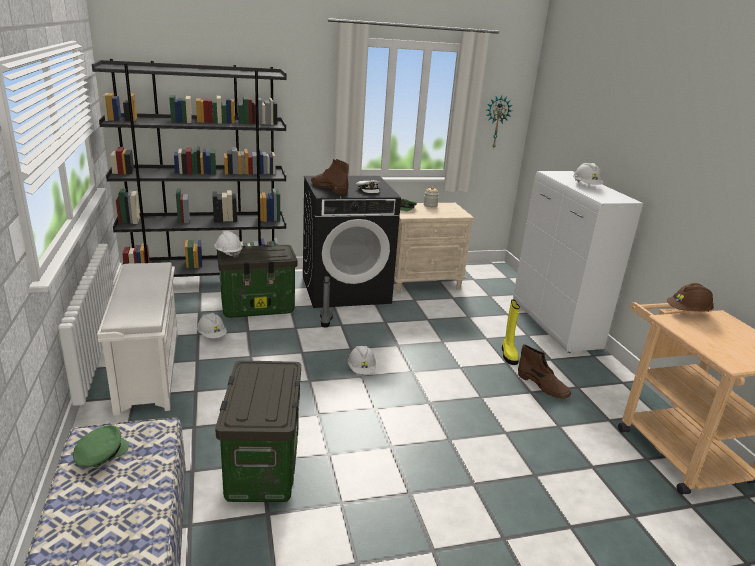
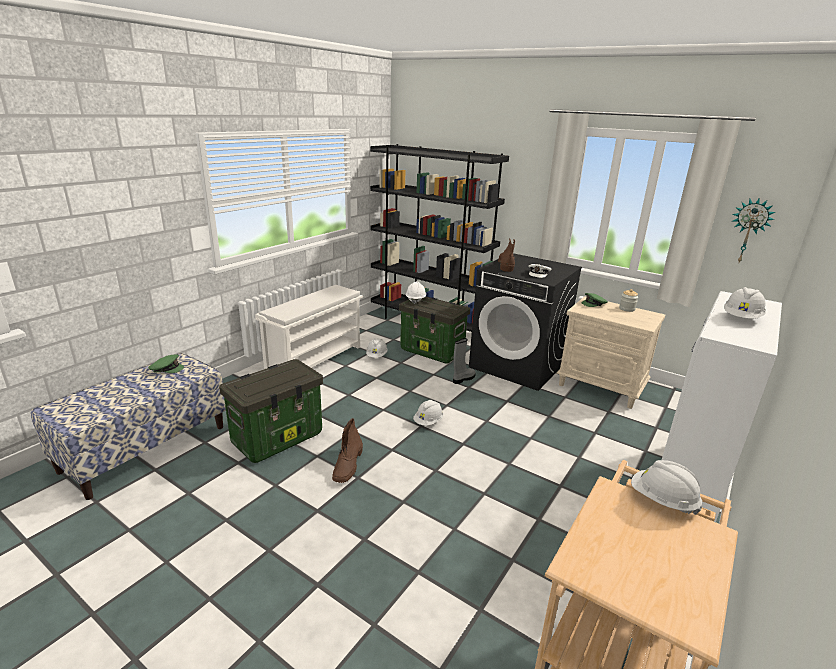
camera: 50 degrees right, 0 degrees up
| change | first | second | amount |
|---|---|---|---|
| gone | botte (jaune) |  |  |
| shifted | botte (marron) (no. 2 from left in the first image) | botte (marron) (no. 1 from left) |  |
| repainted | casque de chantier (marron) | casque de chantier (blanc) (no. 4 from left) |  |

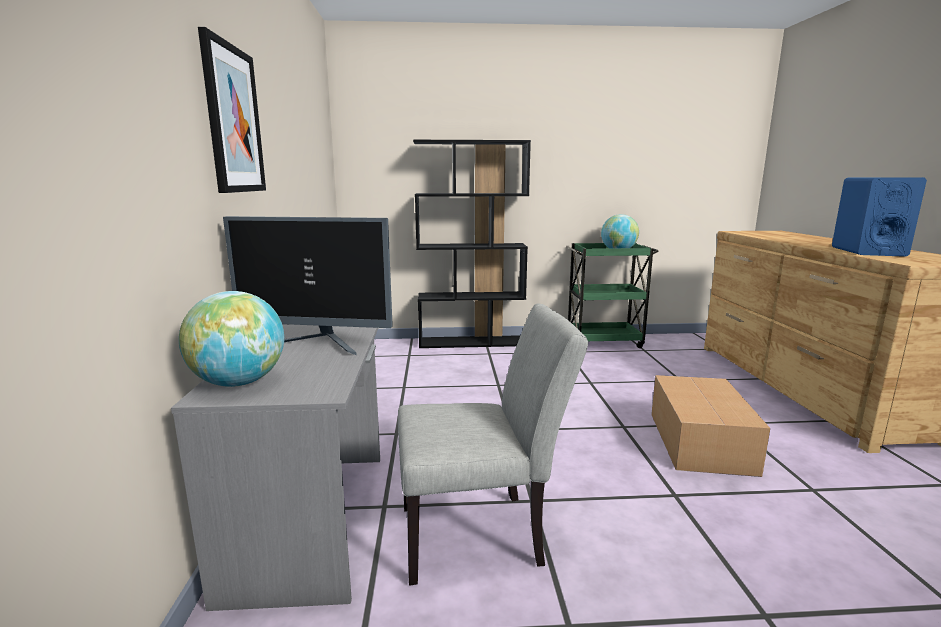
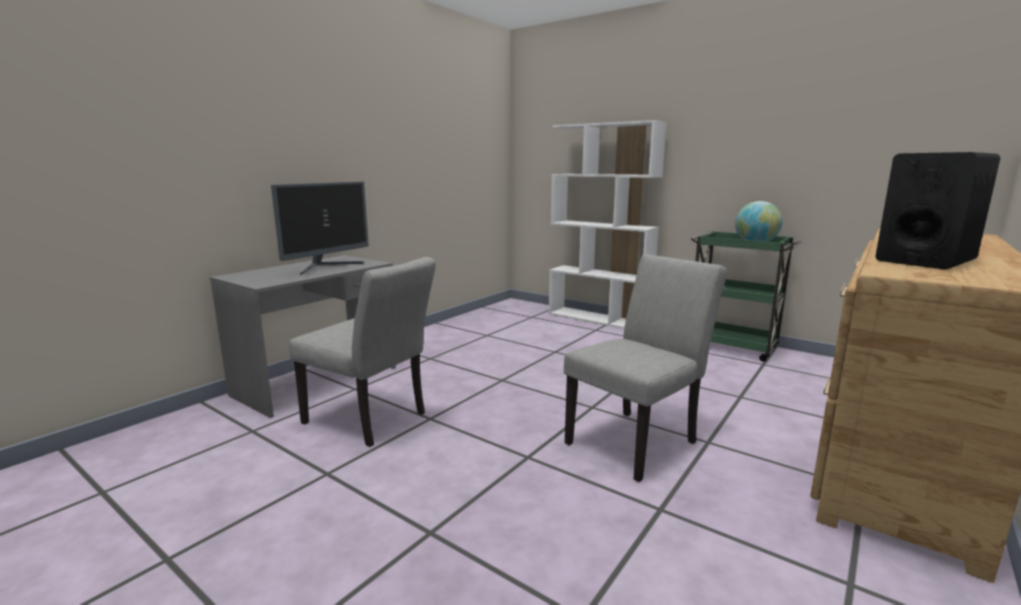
camera: 40 degrees right, 0 degrees up
| change | first | second | amount |
|---|---|---|---|
| gone | globe (no. 1 from left) |  |  |
| gone | tableau |  |  |
| swapped | carton | chaise (gris) (no. 2 from left) |  |
| repainted | bibliothèque (noir) | bibliothèque (blanc) |  |
| repainted | enceinte (bleu) | enceinte (noir) |  |
| rotated | écran d'ordinateur |  | 105 degrees counterclockwise |

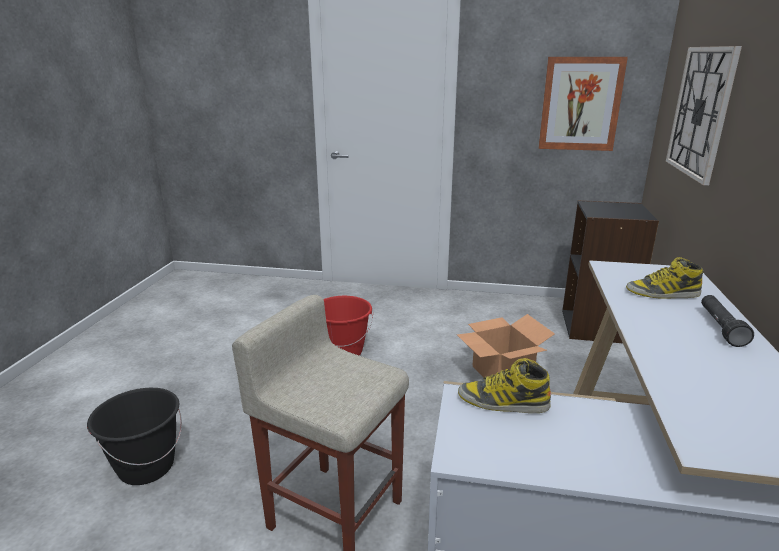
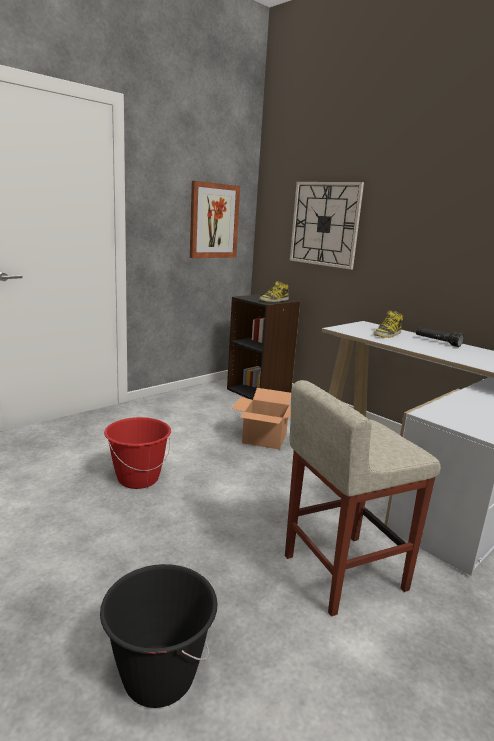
camera: 55 degrees left, 5 degrees down
| change | first | second | amount |
|---|---|---|---|
| shifted | botte (no. 1 from left) |  |  |

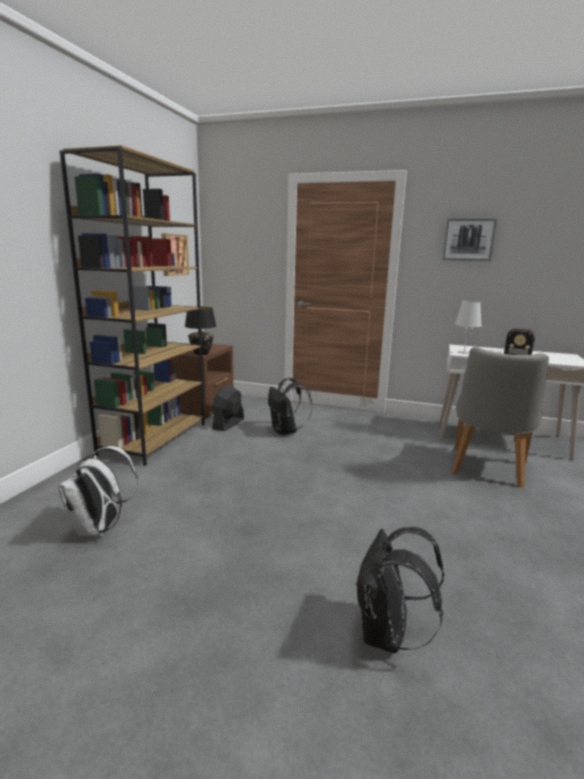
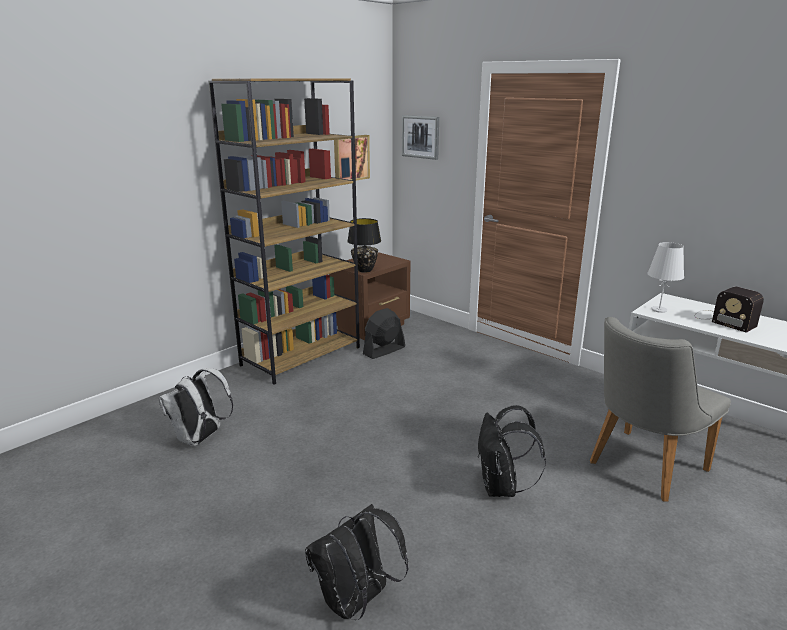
camera: 25 degrees right, 5 degrees up
| change | first | second | amount |
|---|---|---|---|
| shifted | sac à dos (noir) (no. 1 from left in the first image) | sac à dos (noir) (no. 2 from left) |  |
| shifted | tableau (no. 2 from left) |  |  |

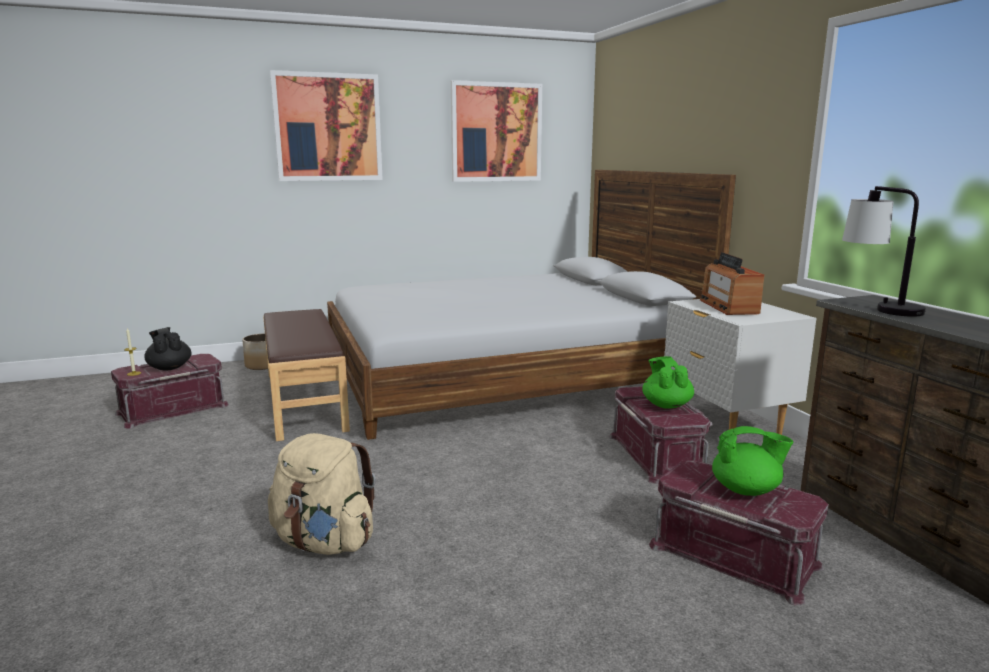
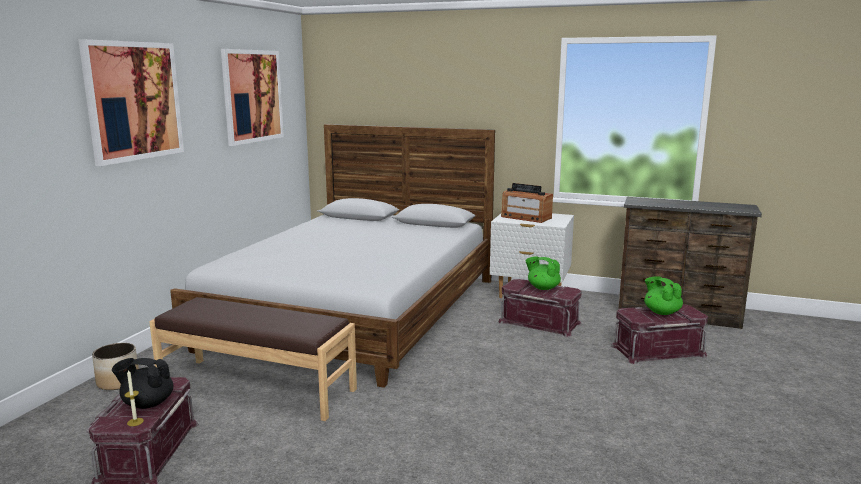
camera: 50 degrees left, 0 degrees up
| change | first | second | amount |
|---|---|---|---|
| gone | sac à dos (beige) |  |  |
| gone | lampe de table |  |  |
| rotated | théière (vert) (no. 2 from left) |  | 75 degrees counterclockwise |

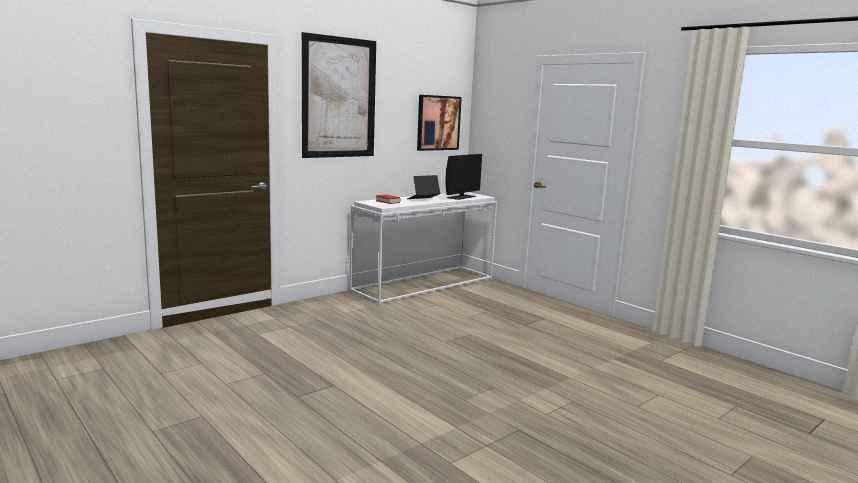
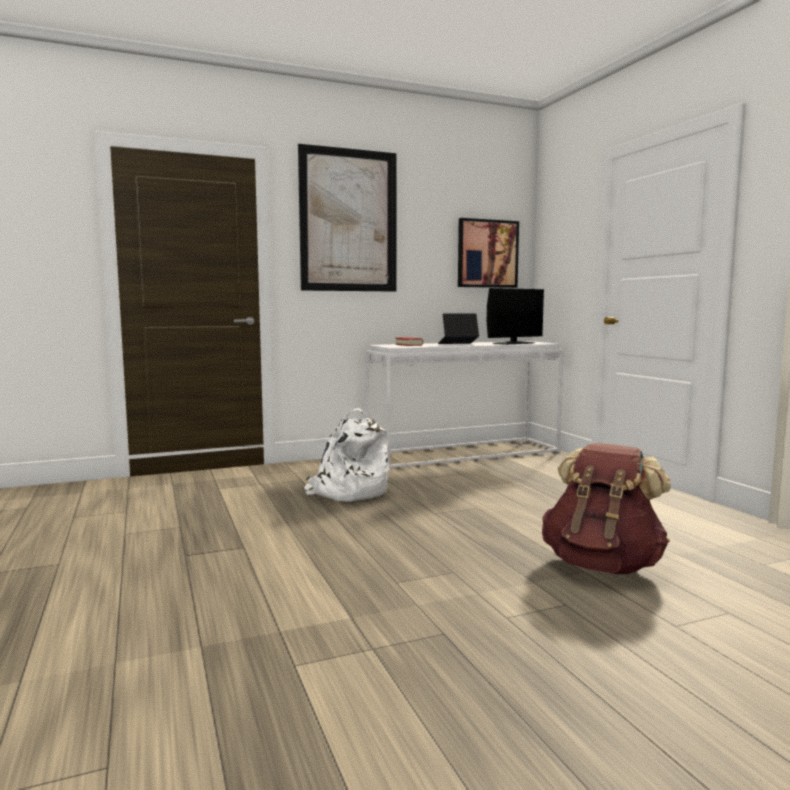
camera: 20 degrees right, 5 degrees down
| change | first | second | amount |
|---|---|---|---|
| new |  | sac à dos (blanc) |  |
| new |  | sac à dos (marron) |  |

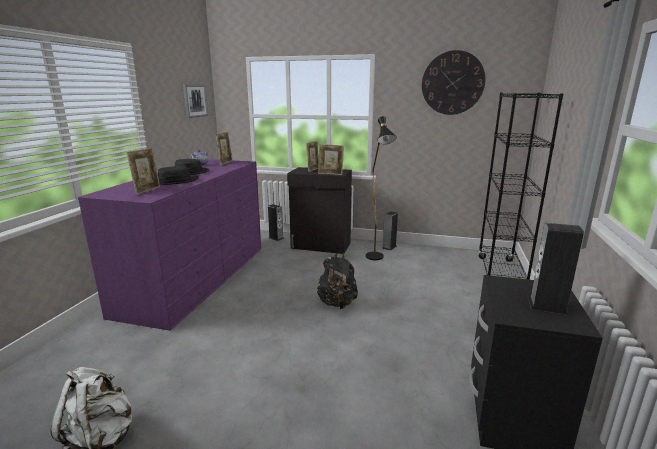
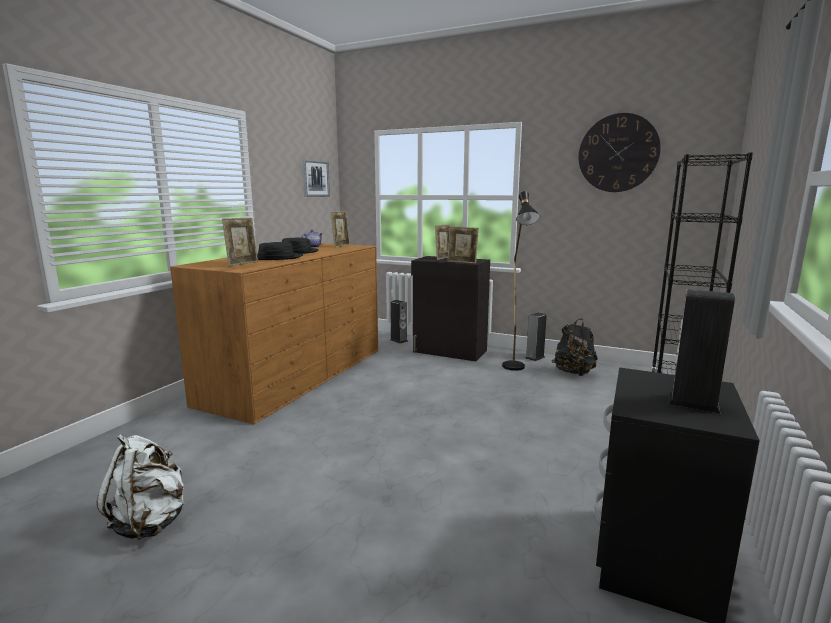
camera: 10 degrees right, 5 degrees down
| change | first | second | amount |
|---|---|---|---|
| shifted | sac à dos (noir) |  |  |
| repainted | commode (violet) | commode (marron) |  |

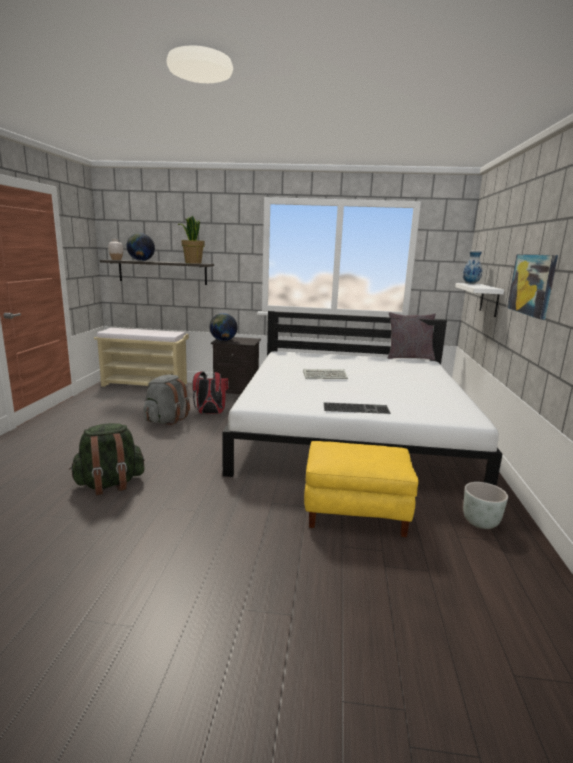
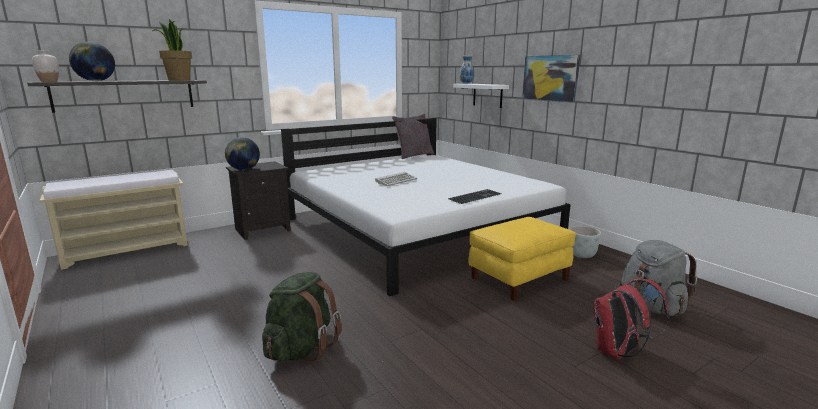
camera: 40 degrees left, 0 degrees up
| change | first | second | amount |
|---|---|---|---|
| shifted | sac à dos (gris) |  |  |
| shifted | sac à dos (rouge) |  |  |

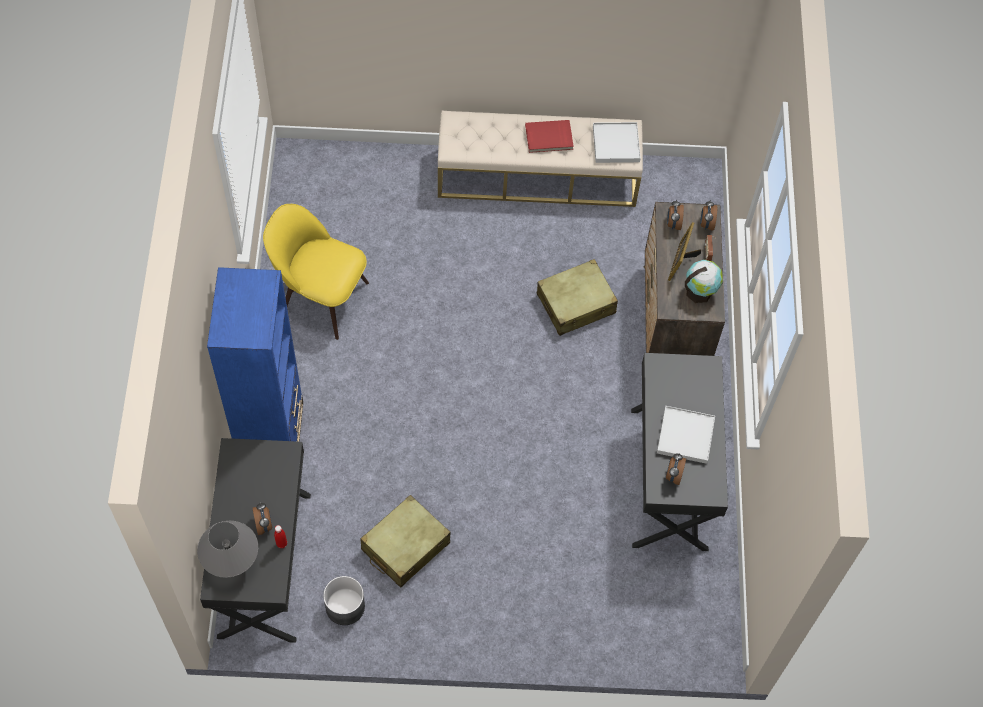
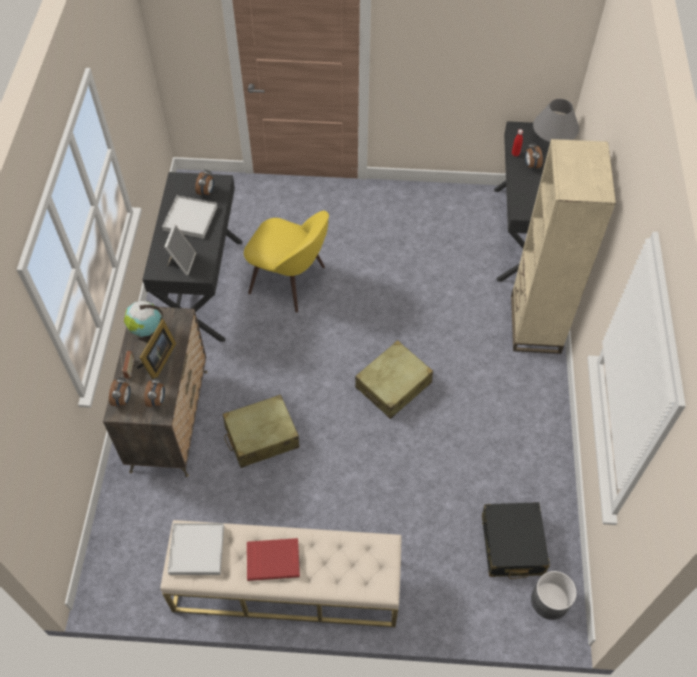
camera: 175 degrees left, 5 degrees down
| change | first | second | amount |
|---|---|---|---|
| new |  | cadre photo (no. 2 from left) |  |
| new |  | valise (noir) |  |
| shifted | chaise (jaune) |  |  |
| shifted | cache-pot (gris) |  |  |
| shifted | valise (beige) (no. 1 from left in the first image) | valise (beige) (no. 2 from left) |  |
| repainted | bibliothèque (bleu) | bibliothèque (beige) |  |

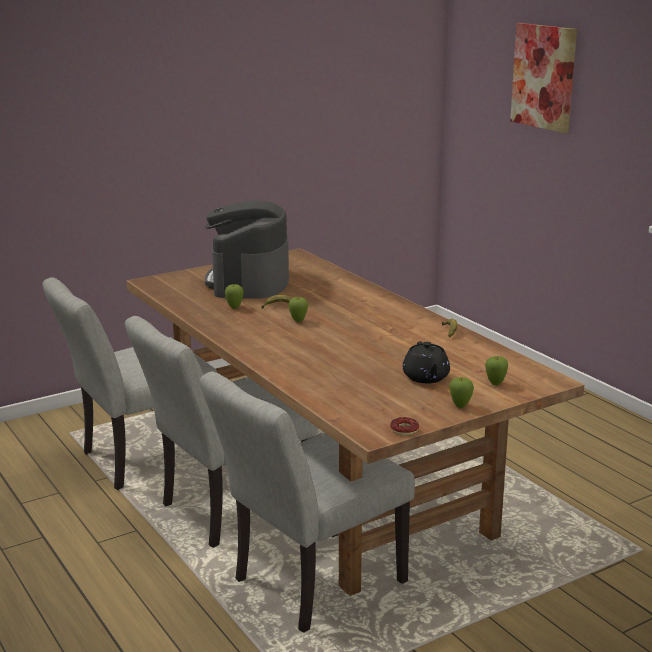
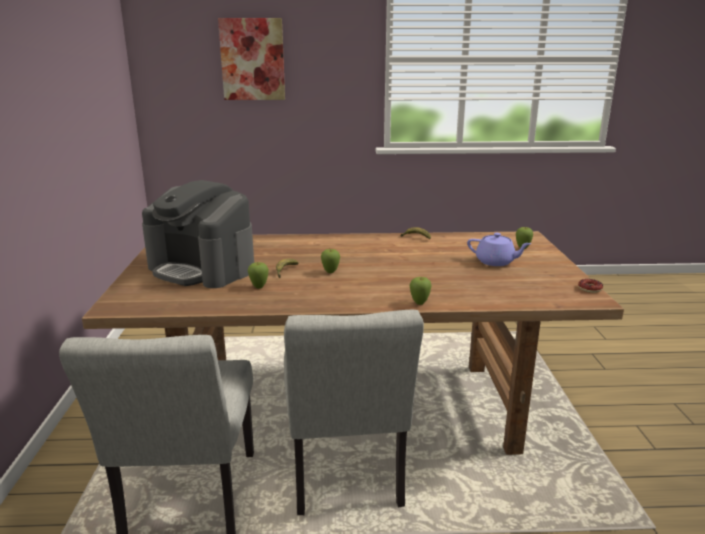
camera: 60 degrees left, 0 degrees up
| change | first | second | amount |
|---|---|---|---|
| gone | chaise (gris) (no. 3 from left) |  |  |
| shifted | pomme (no. 3 from left) |  |  |
| repainted | théière (noir) | théière (violet) |  |

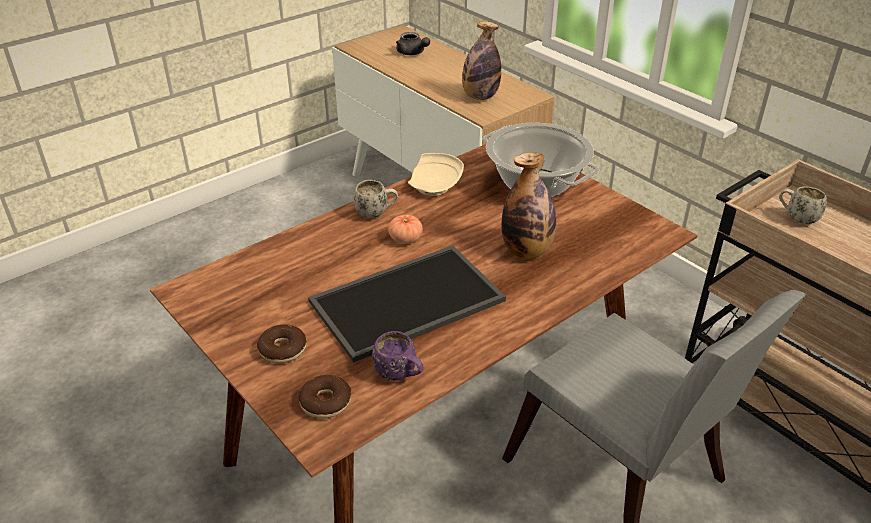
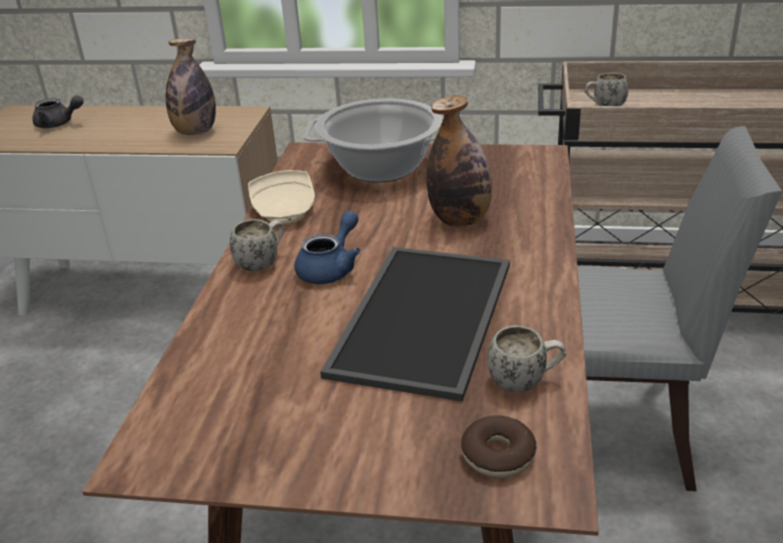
camera: 40 degrees left, 5 degrees down
| change | first | second | amount |
|---|---|---|---|
| gone | beignet (no. 1 from left) |  |  |
| swapped | tomate | théière (bleu) |  |
| repainted | mug (violet) | mug (blanc) (no. 2 from left) |  |

